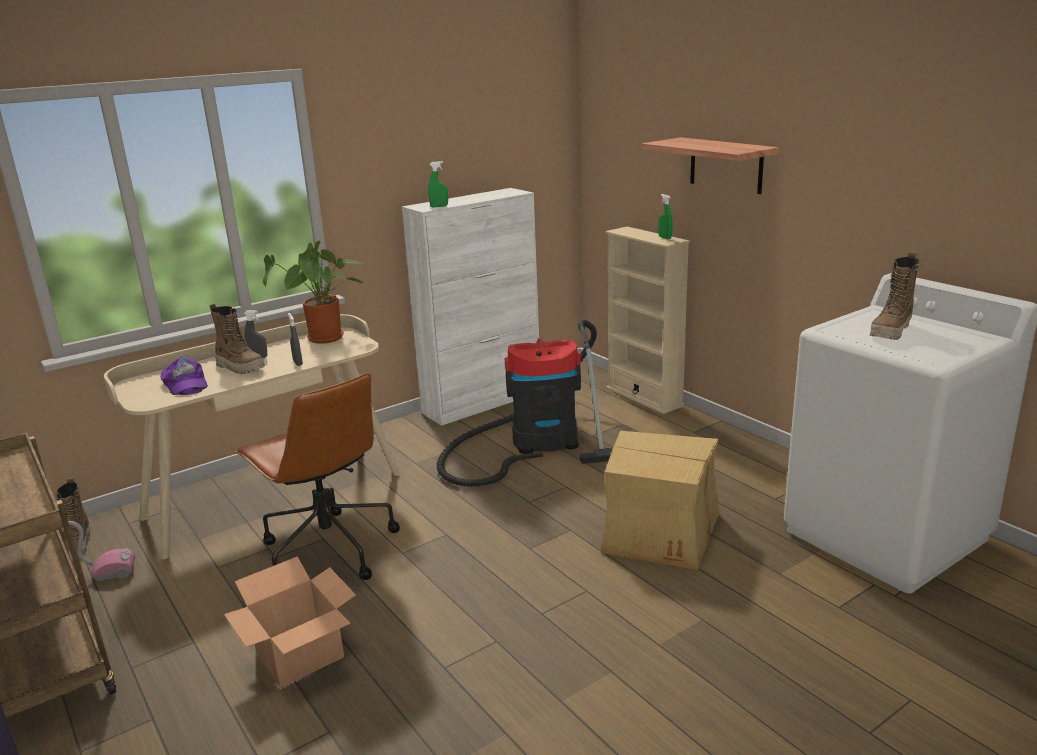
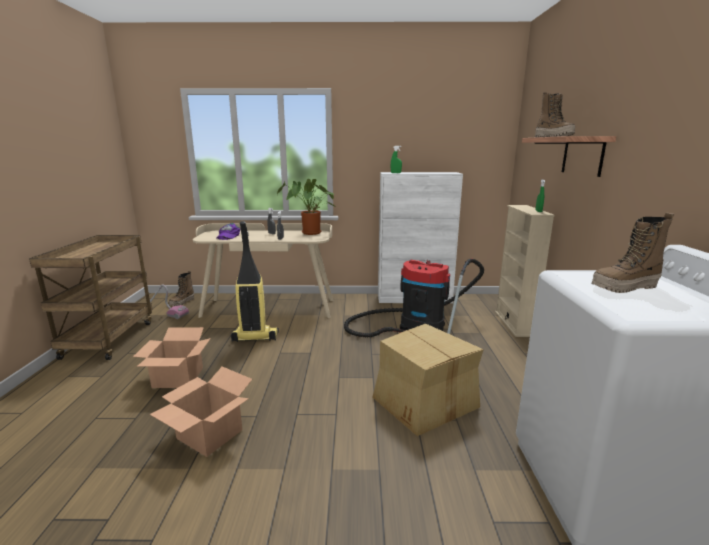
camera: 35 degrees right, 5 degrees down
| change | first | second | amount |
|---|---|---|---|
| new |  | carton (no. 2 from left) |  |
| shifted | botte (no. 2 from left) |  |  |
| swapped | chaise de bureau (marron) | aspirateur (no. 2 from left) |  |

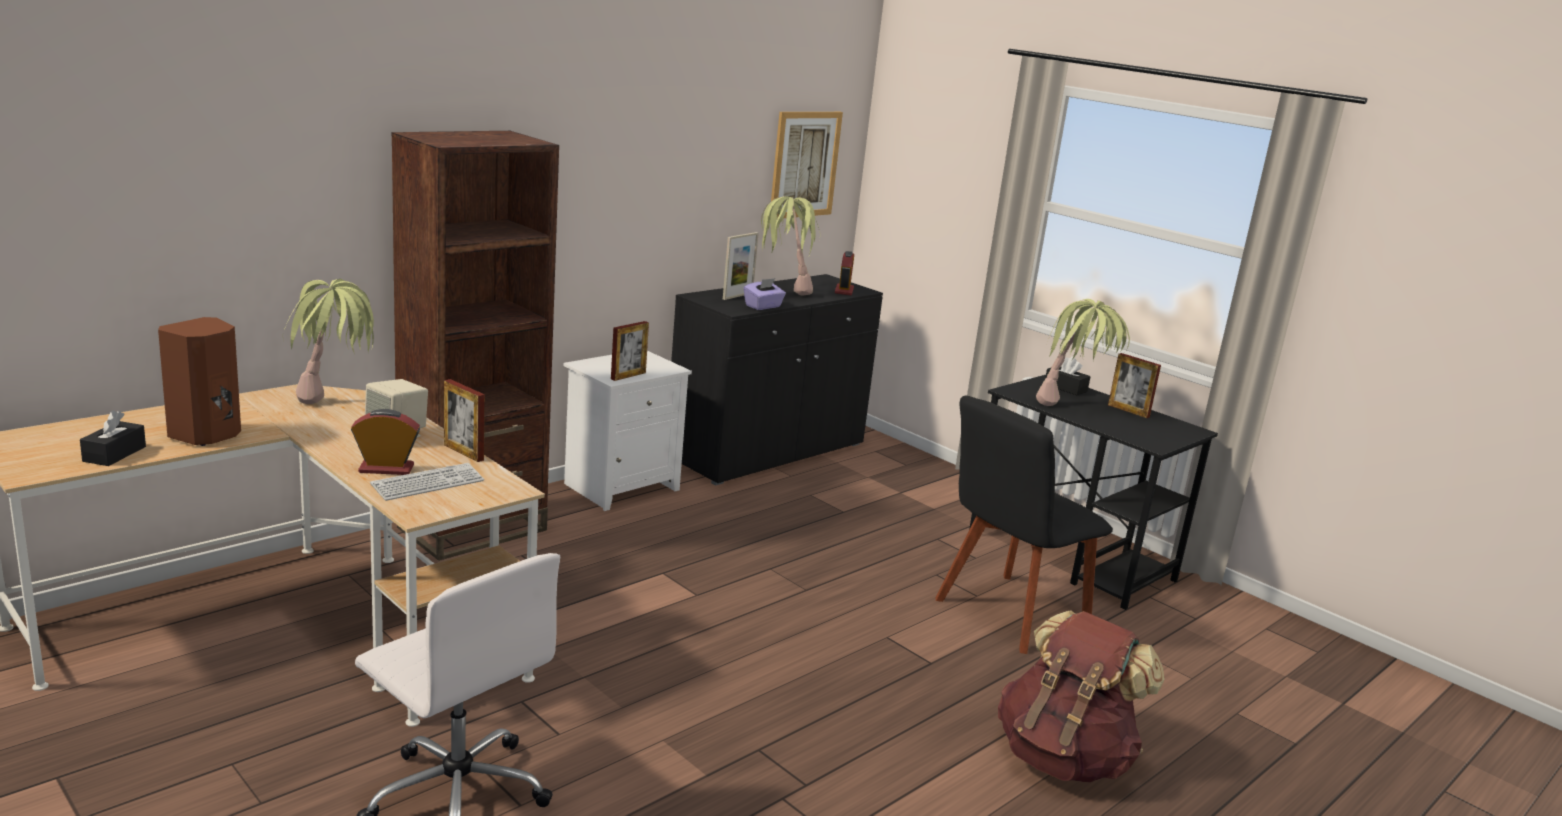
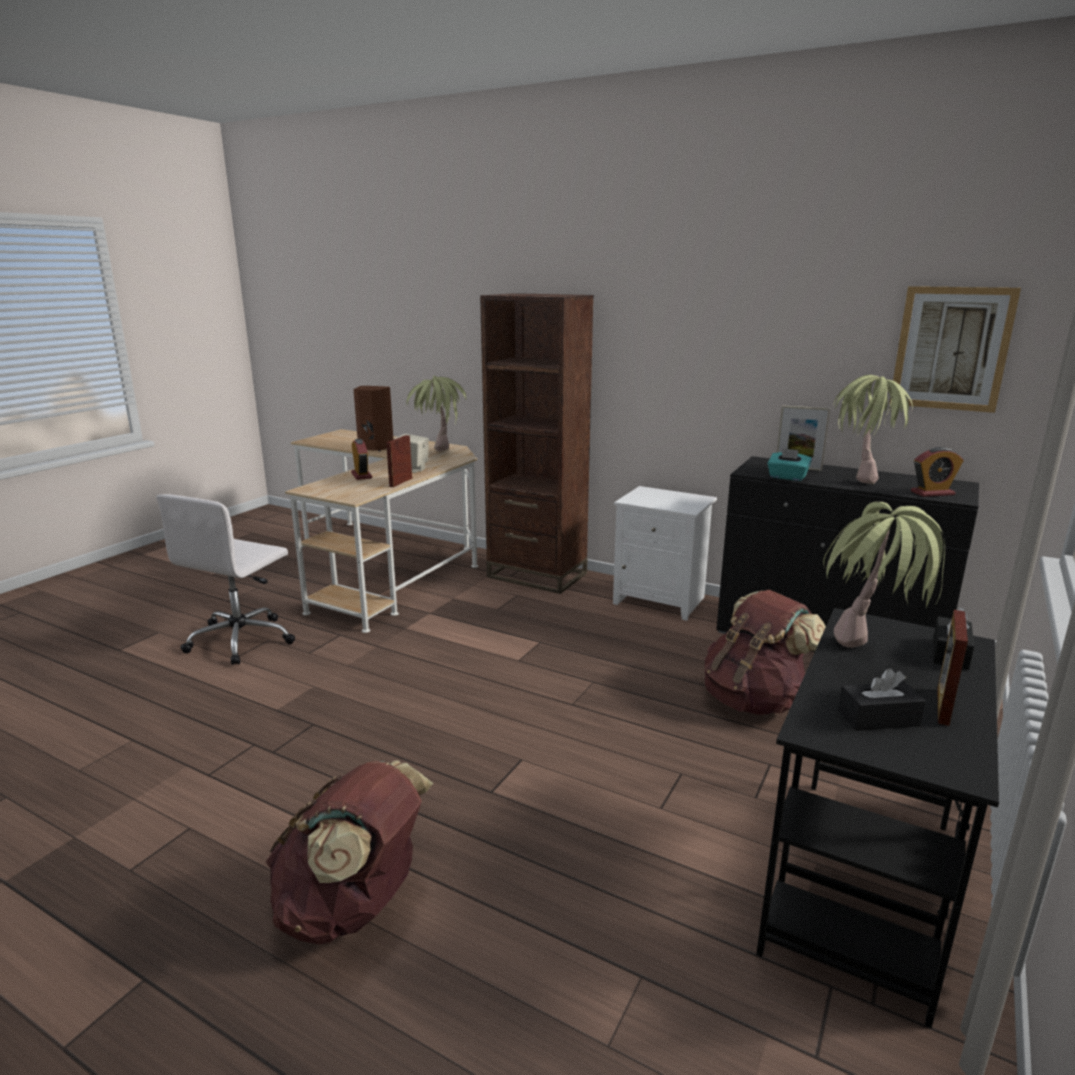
camera: 75 degrees right, 0 degrees up
| change | first | second | amount |
|---|---|---|---|
| gone | clavier |  |  |
| gone | cadre photo (no. 2 from left) |  |  |
| gone | chaise (noir) |  |  |
| new |  | sac à dos (marron) (no. 2 from left) |  |
| shifted | boîte à mouchoirs (noir) (no. 1 from left) |  |  |
| repainted | boîte à mouchoirs (violet) | boîte à mouchoirs (turquoise) |  |

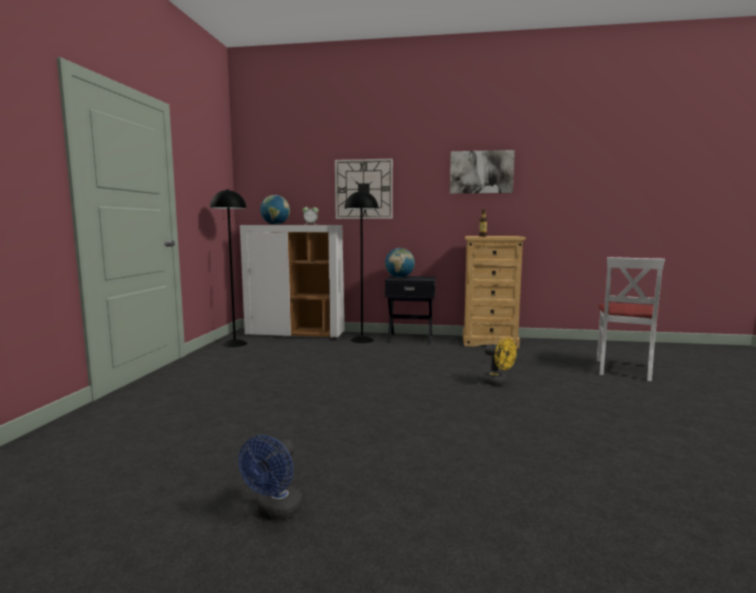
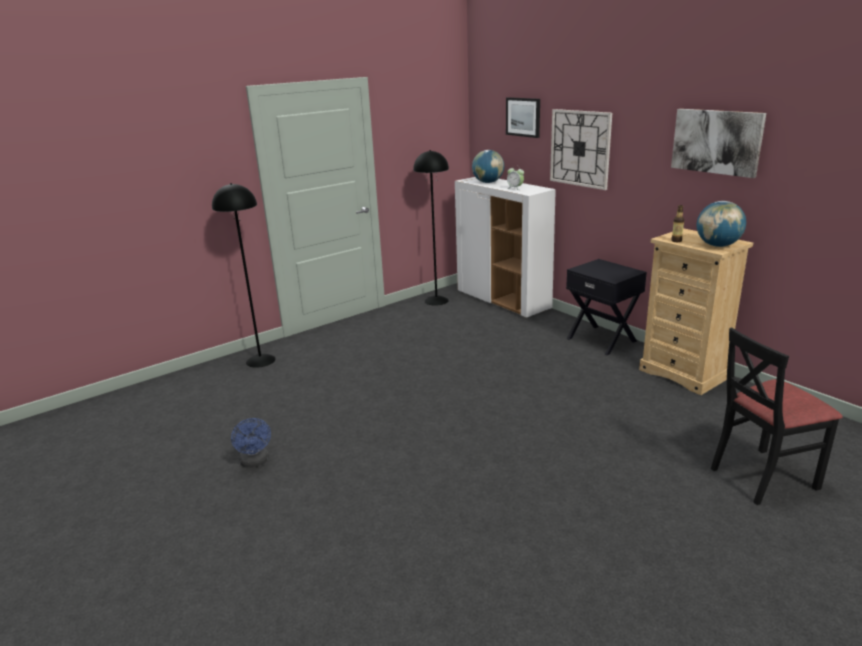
camera: 45 degrees right, 15 degrees up
| change | first | second | amount |
|---|---|---|---|
| gone | ventilateur (jaune) |  |  |
| new |  | tableau (no. 1 from left) |  |
| shifted | lampadaire (noir) (no. 2 from left in the first image) | lampadaire (noir) (no. 1 from left) |  |
| shifted | globe (no. 2 from left) |  |  |
| repainted | chaise (blanc) | chaise (noir) |  |
| rotated | ventilateur (bleu) |  | 90 degrees counterclockwise |

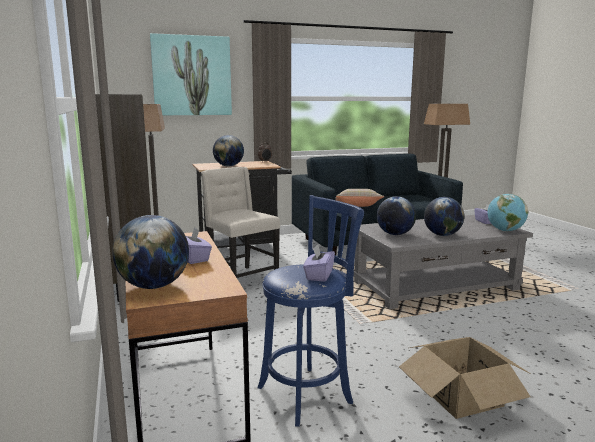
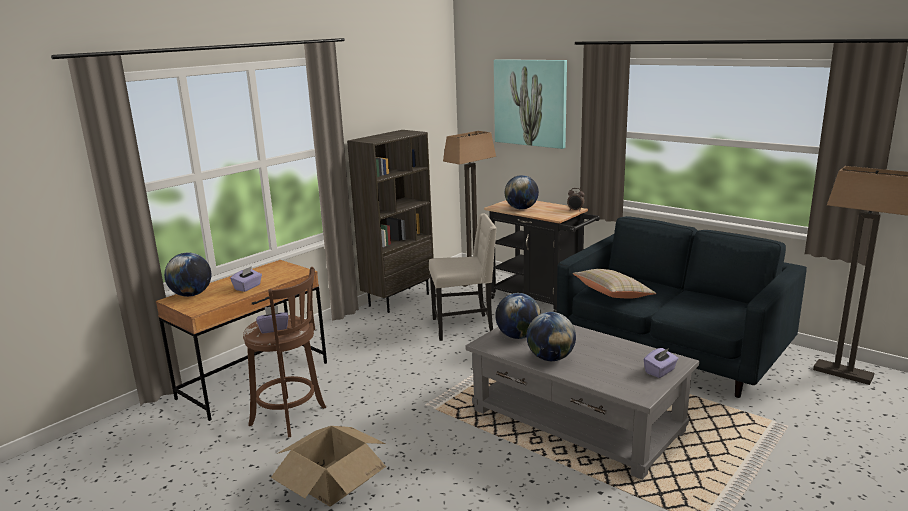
camera: 60 degrees right, 5 degrees up
| change | first | second | amount |
|---|---|---|---|
| gone | globe (no. 5 from left) |  |  |
| repainted | tabouret (bleu) | tabouret (marron) |  |
| rotated | chaise (beige) |  | 60 degrees clockwise |

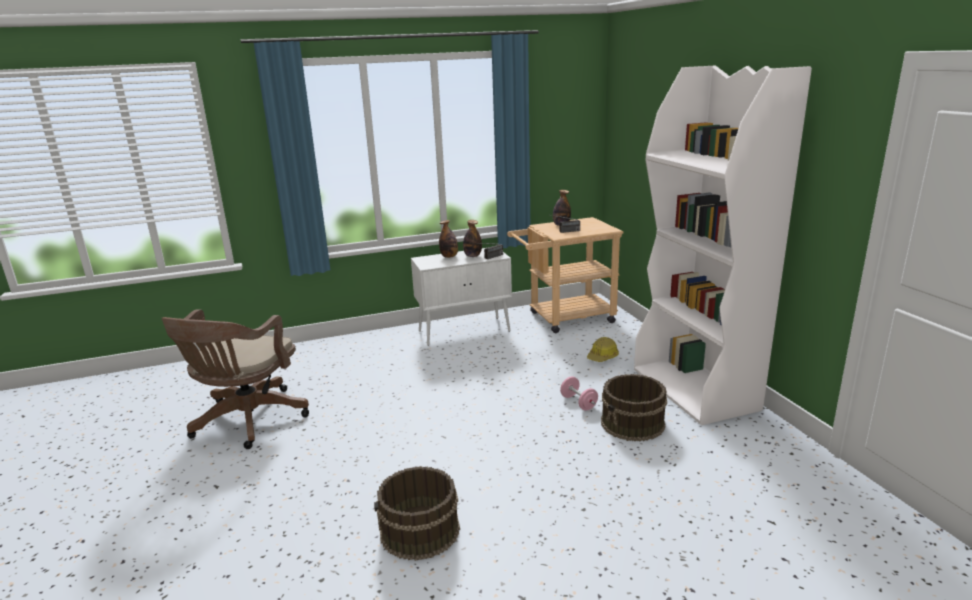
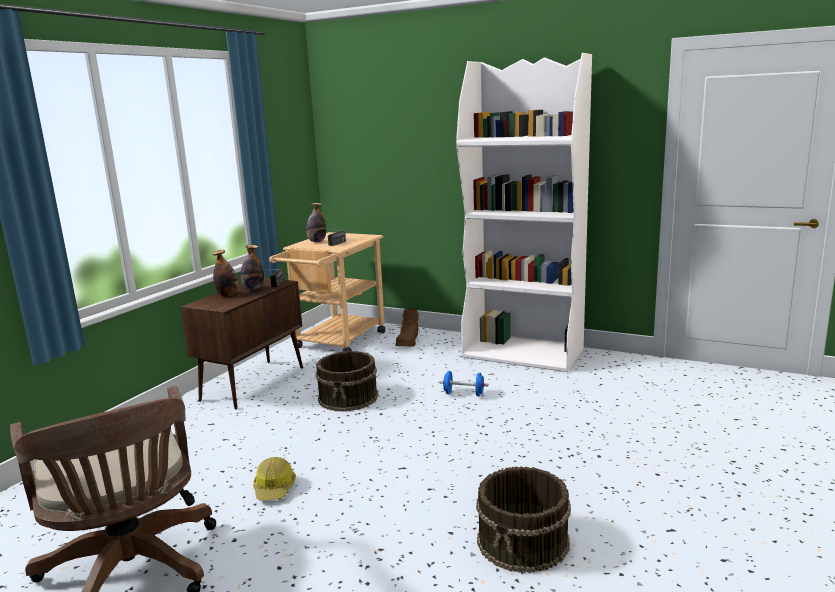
camera: 45 degrees left, 5 degrees down
| change | first | second | amount |
|---|---|---|---|
| new |  | botte (marron) |  |
| shifted | casque de chantier |  |  |
| shifted | seau (marron) (no. 2 from left in the first image) | seau (marron) (no. 1 from left) |  |
| repainted | meuble de rangement (blanc) | meuble de rangement (marron) |  |
| repainted | haltère (rose) | haltère (bleu) |  |

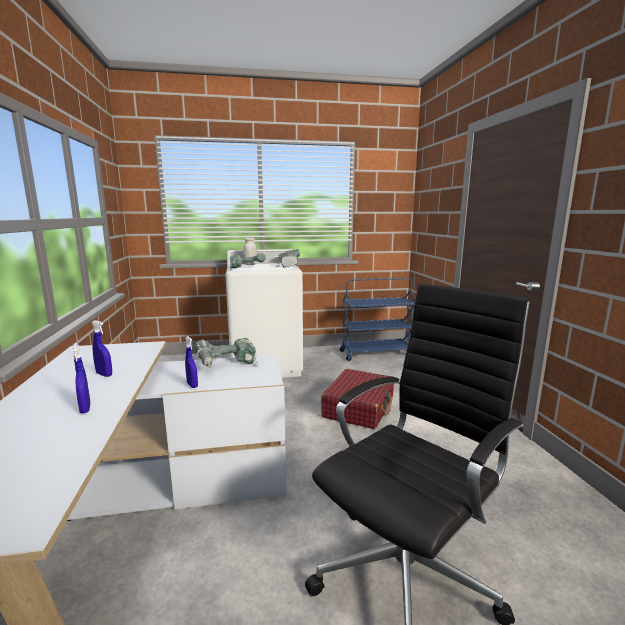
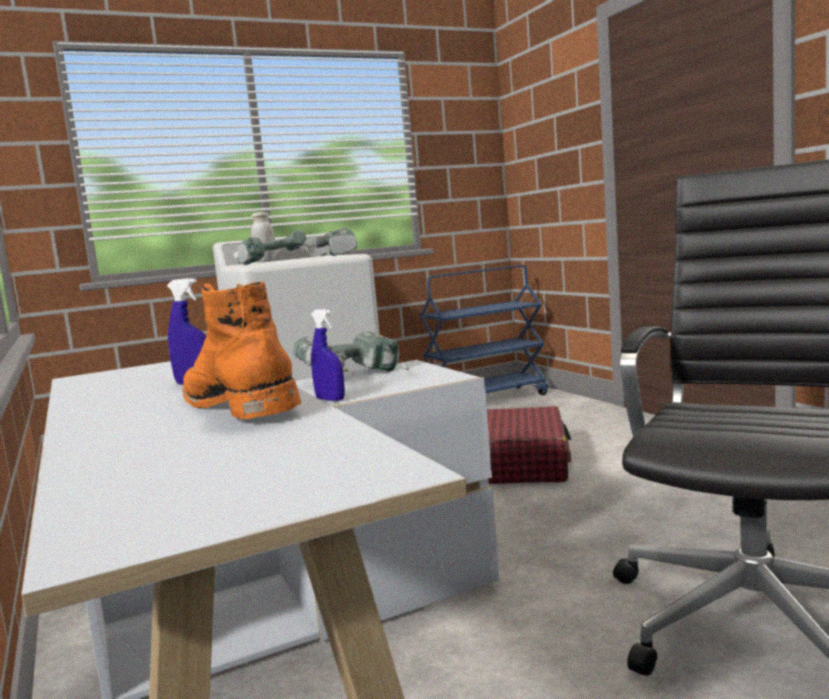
camera: 15 degrees left, 5 degrees down
| change | first | second | amount |
|---|---|---|---|
| swapped | vaporisateur (bleu) (no. 1 from left) | botte (orange) |  |

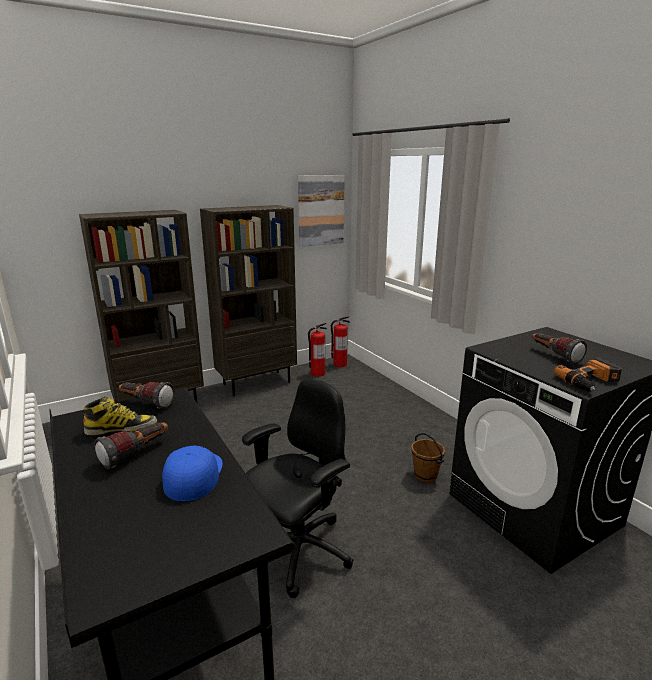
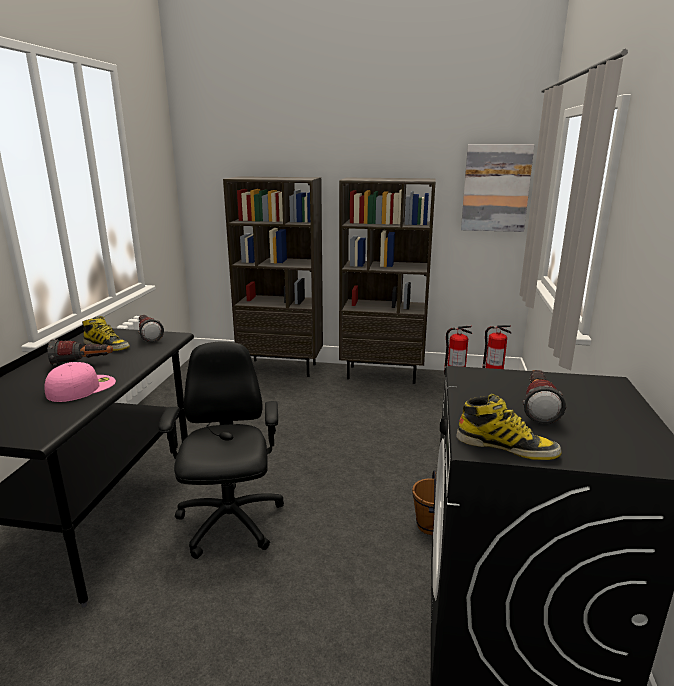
camera: 40 degrees right, 0 degrees up
| change | first | second | amount |
|---|---|---|---|
| swapped | perceuse | botte (no. 2 from left) |  |
| repainted | casquette (bleu) | casquette (rose) |  |
| rotated | chaise de bureau (noir) |  | 90 degrees counterclockwise |

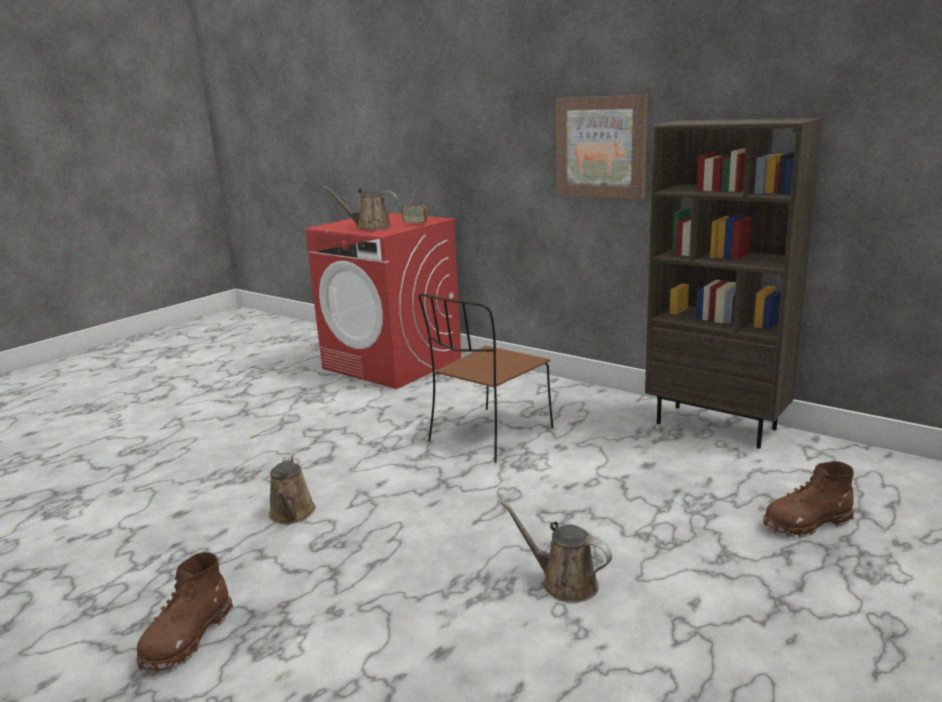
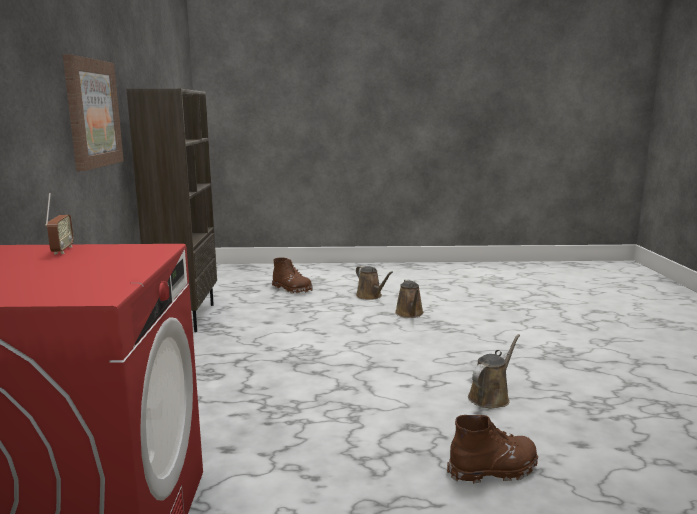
camera: 130 degrees left, 5 degrees down
| change | first | second | amount |
|---|---|---|---|
| gone | chaise (marron) |  |  |
| shifted | botte (marron) (no. 1 from left in the first image) | botte (marron) (no. 2 from left) |  |
| shifted | arrosoir (marron) (no. 2 from left in the first image) | arrosoir (marron) (no. 1 from left) |  |

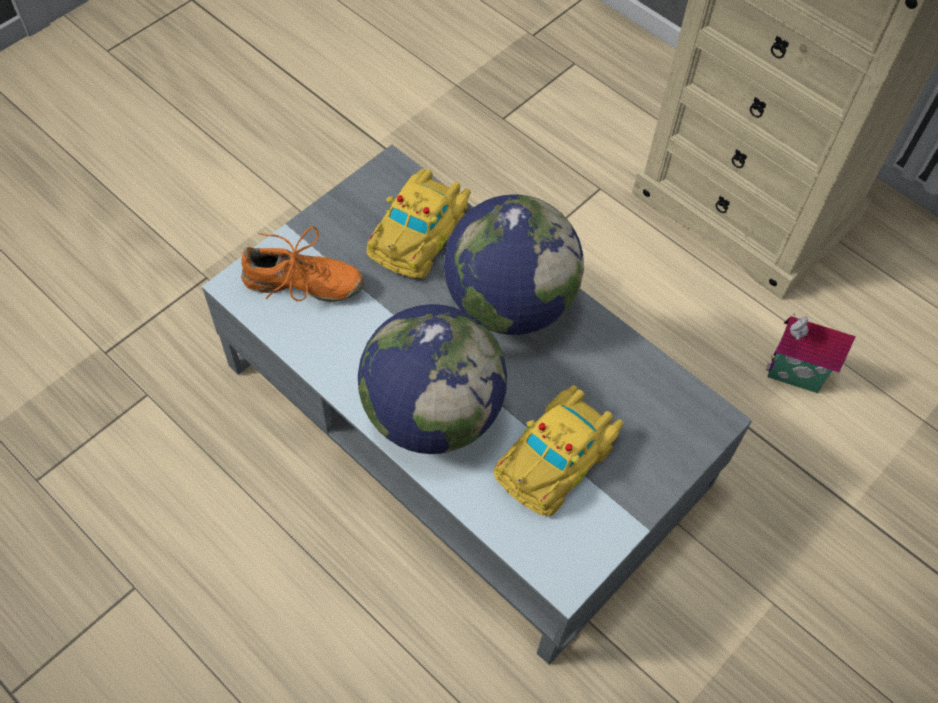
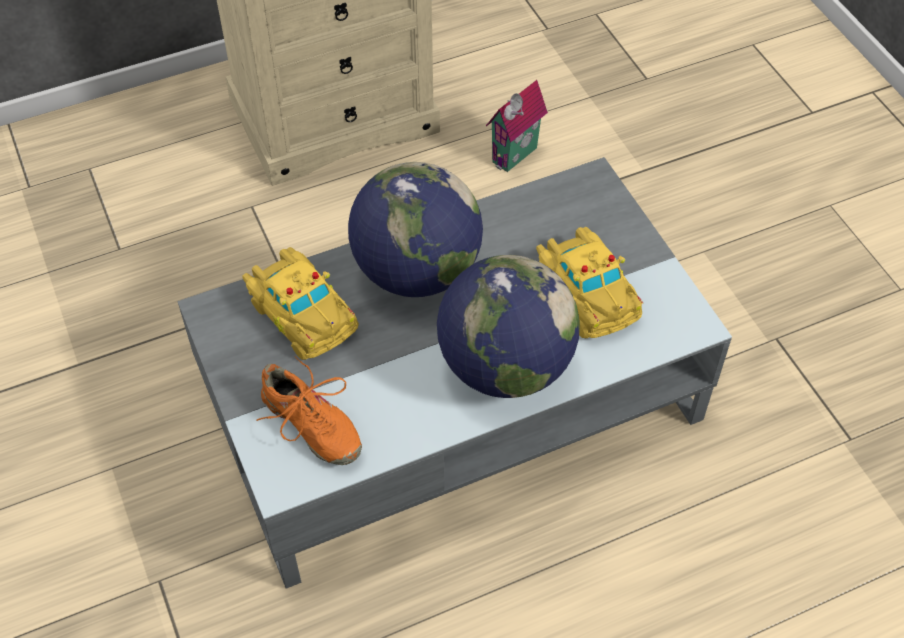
camera: 65 degrees left, 5 degrees down
| change | first | second | amount |
|---|---|---|---|
| rotated | chaussure (orange) |  | 105 degrees clockwise |

